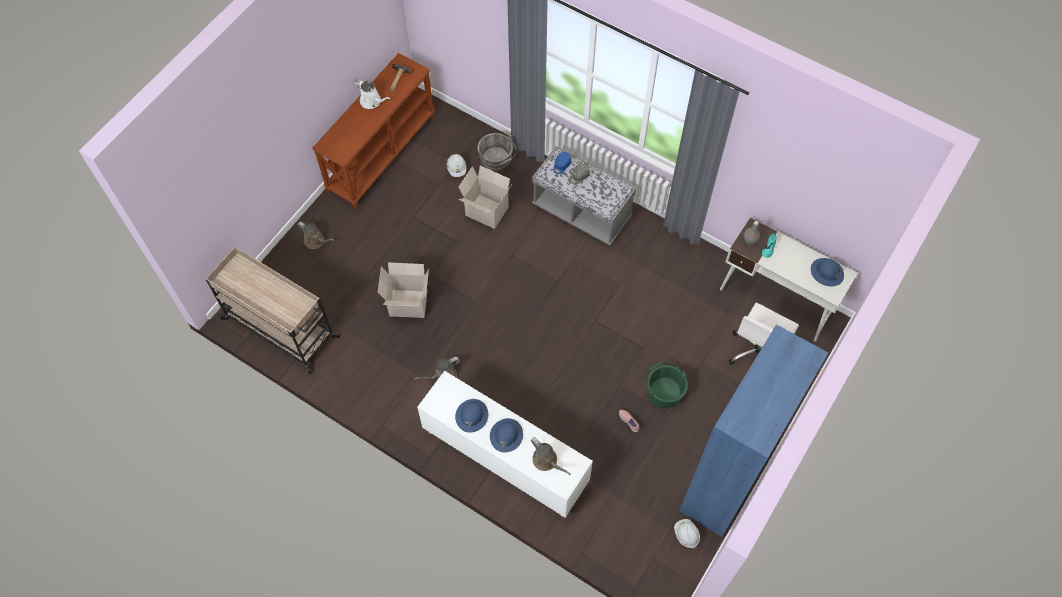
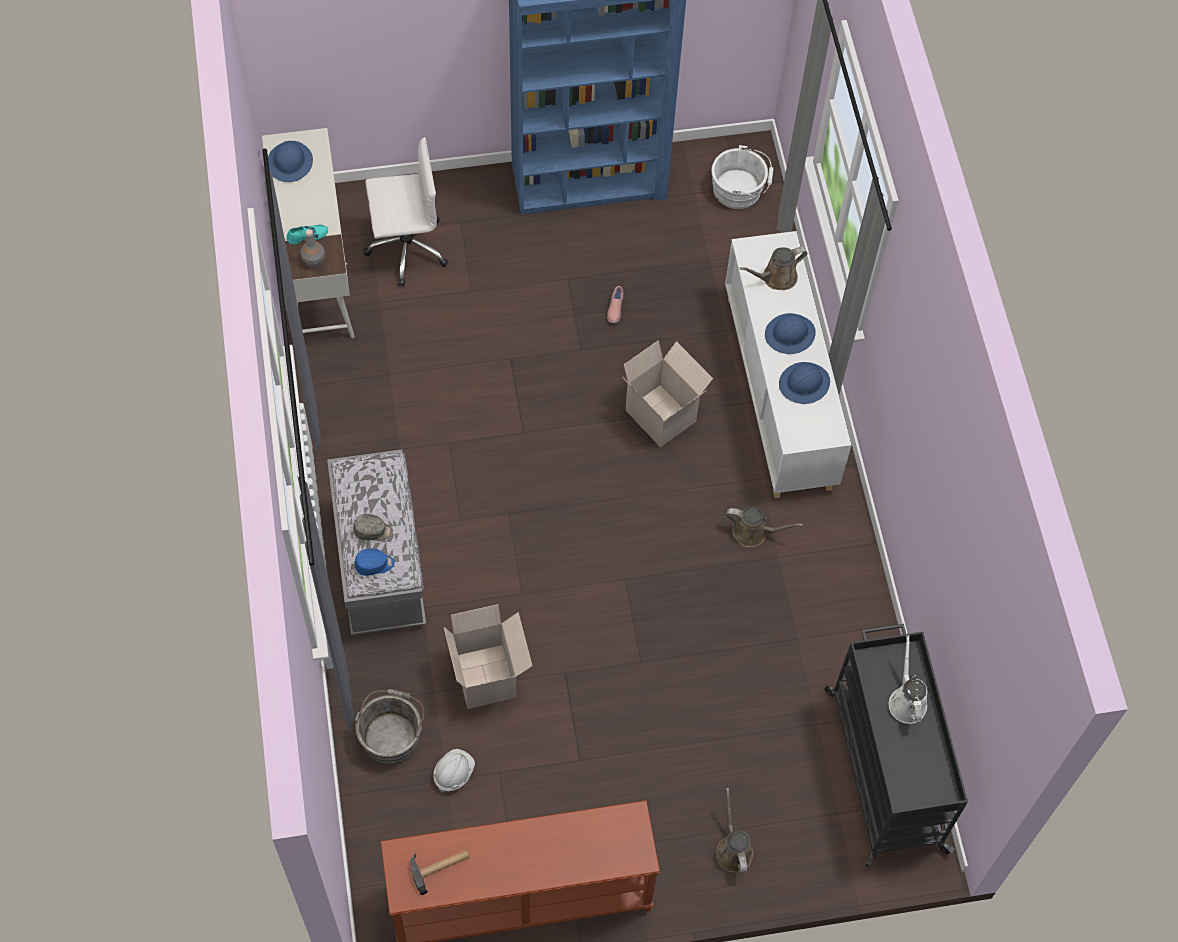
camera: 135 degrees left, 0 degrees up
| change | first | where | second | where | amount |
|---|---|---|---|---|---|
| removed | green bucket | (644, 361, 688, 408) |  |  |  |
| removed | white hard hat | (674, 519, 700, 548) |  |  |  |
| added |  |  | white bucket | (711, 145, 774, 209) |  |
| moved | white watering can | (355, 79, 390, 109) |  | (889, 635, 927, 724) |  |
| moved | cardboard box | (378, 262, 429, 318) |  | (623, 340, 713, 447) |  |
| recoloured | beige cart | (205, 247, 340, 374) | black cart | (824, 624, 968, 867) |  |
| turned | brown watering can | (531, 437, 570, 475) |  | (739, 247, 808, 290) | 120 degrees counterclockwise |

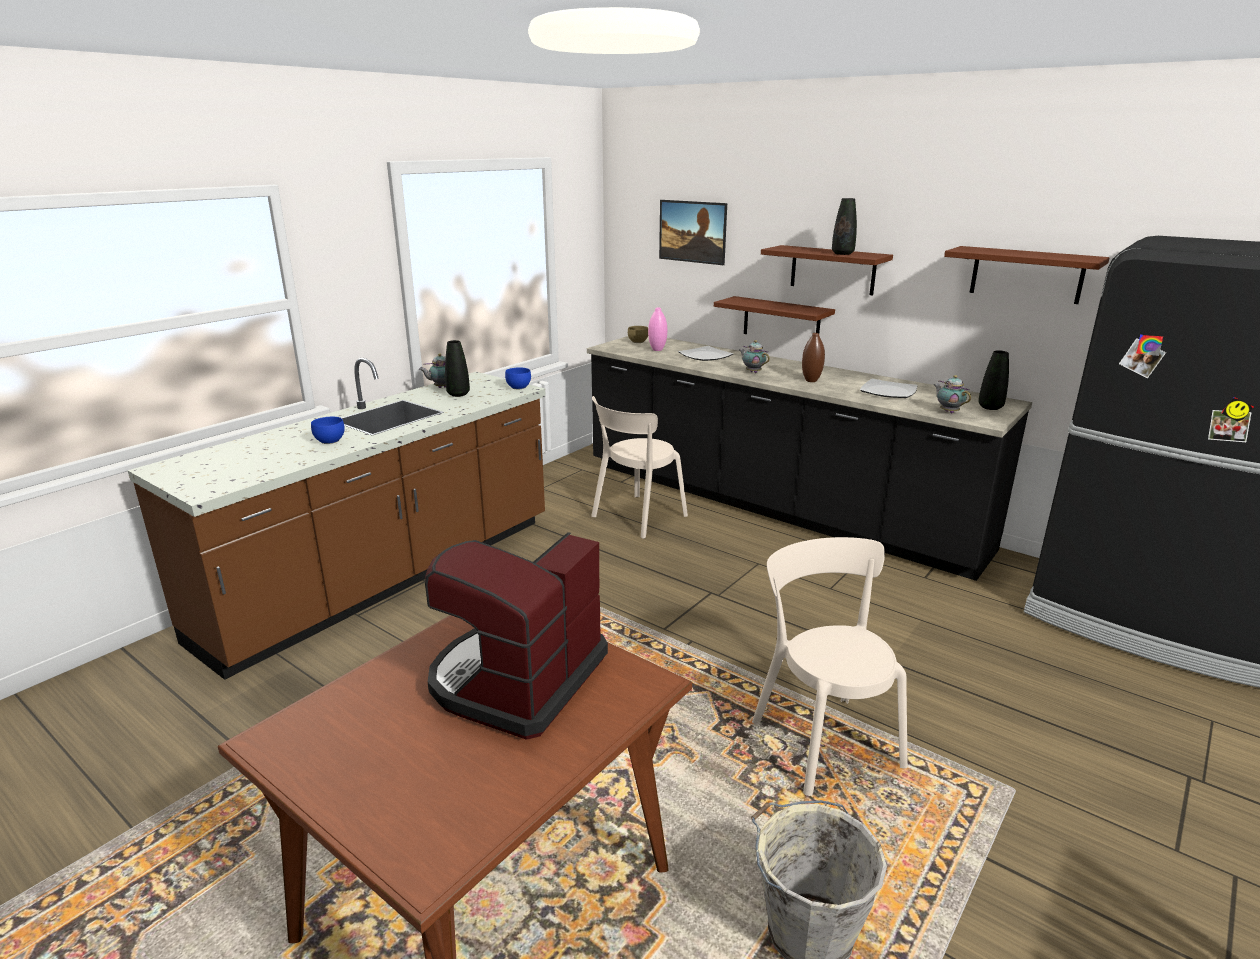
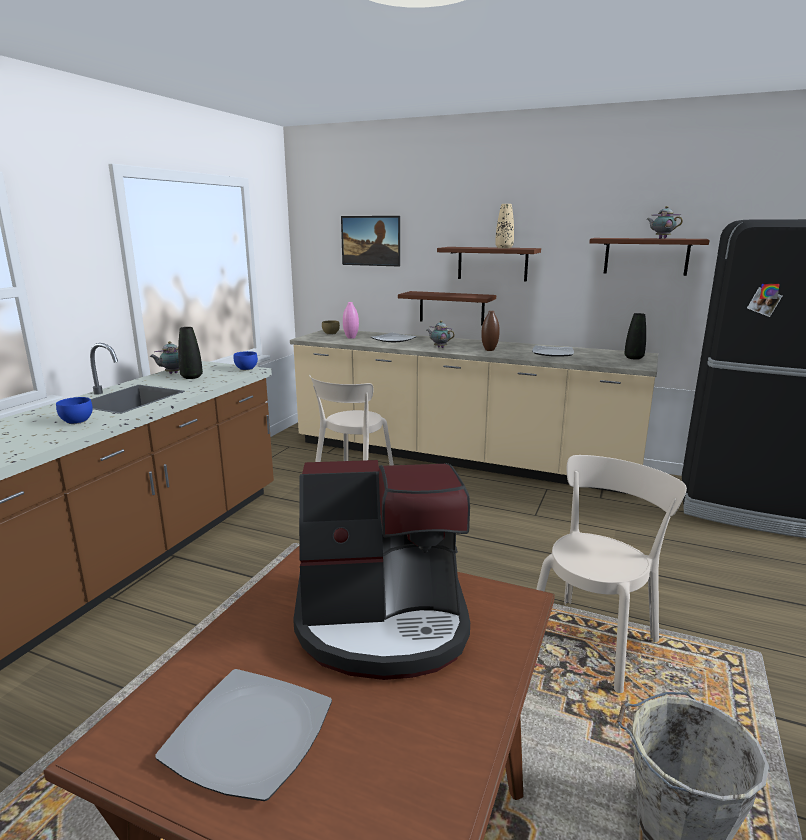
camera: 15 degrees left, 5 degrees down
| change | first | where | second | where | amount |
|---|---|---|---|---|---|
| added |  |  | plate | (155, 669, 332, 801) |  |
| moved | teapot | (933, 375, 971, 413) |  | (647, 206, 683, 239) |  |
| recoloured | black counter | (587, 336, 1032, 581) | beige counter | (290, 329, 658, 494) |  |
| recoloured | black vase | (832, 198, 857, 255) | beige vase | (495, 204, 514, 248) |  |
| turned | coffee machine | (425, 532, 608, 740) |  | (293, 460, 470, 680) | 105 degrees counterclockwise |
| turned | beige chair | (752, 537, 908, 796) |  | (536, 455, 687, 693) | 75 degrees clockwise |

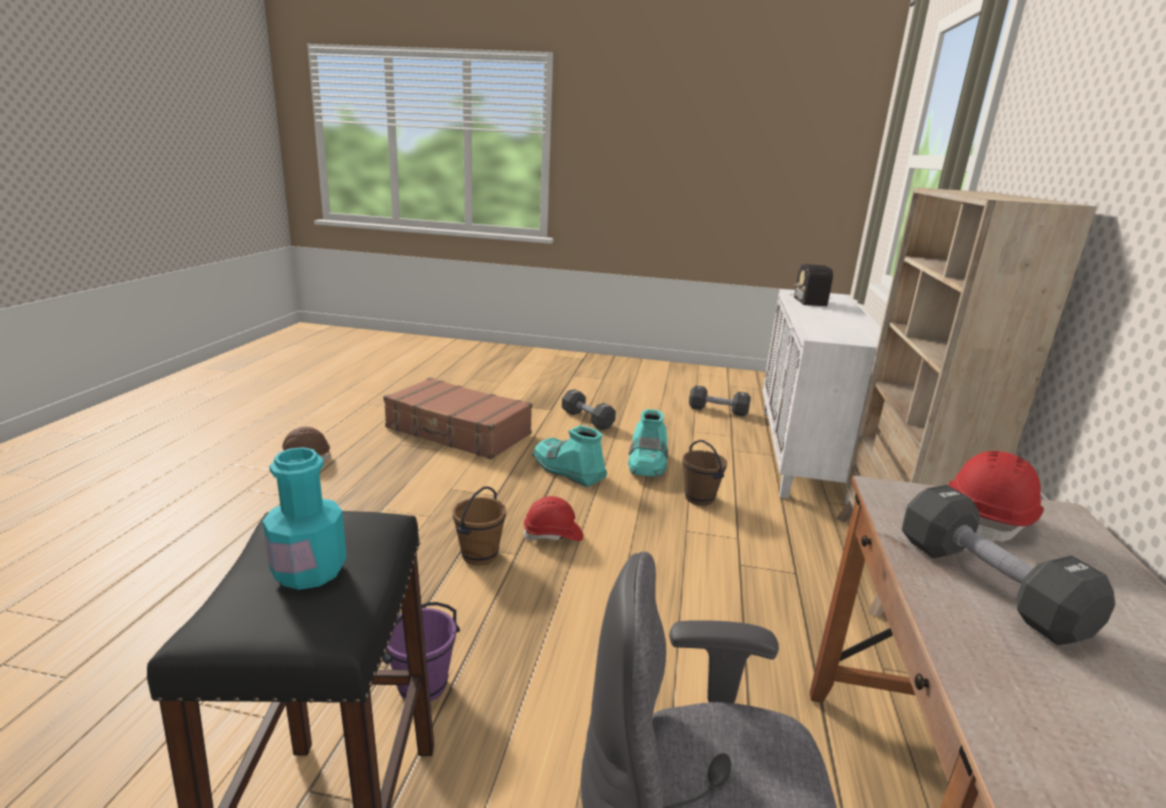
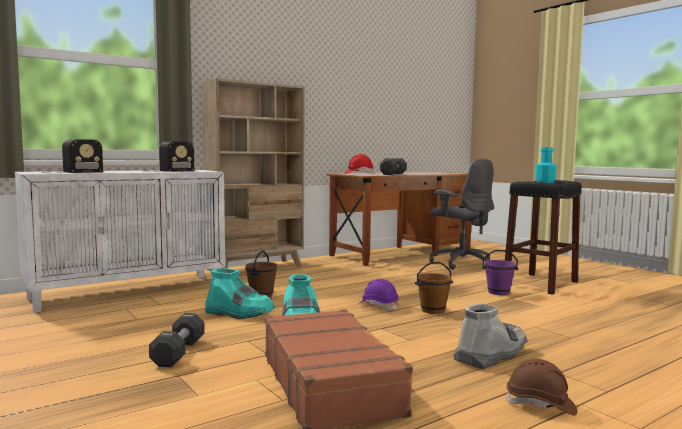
camera: 135 degrees left, 15 degrees down
| change | first | where | second | where | amount |
|---|---|---|---|---|---|
| removed | black dumbbell | (689, 385, 751, 417) |  |  |  |
| added |  |  | radio | (145, 141, 194, 172) |  |
| added |  |  | grey boot | (453, 303, 527, 369) |  |
| recoloured | red hard hat | (522, 496, 583, 541) | purple hard hat | (360, 279, 399, 310) |  |
| turned | turquoise boot | (627, 409, 668, 477) |  | (205, 268, 275, 319) | 60 degrees clockwise |

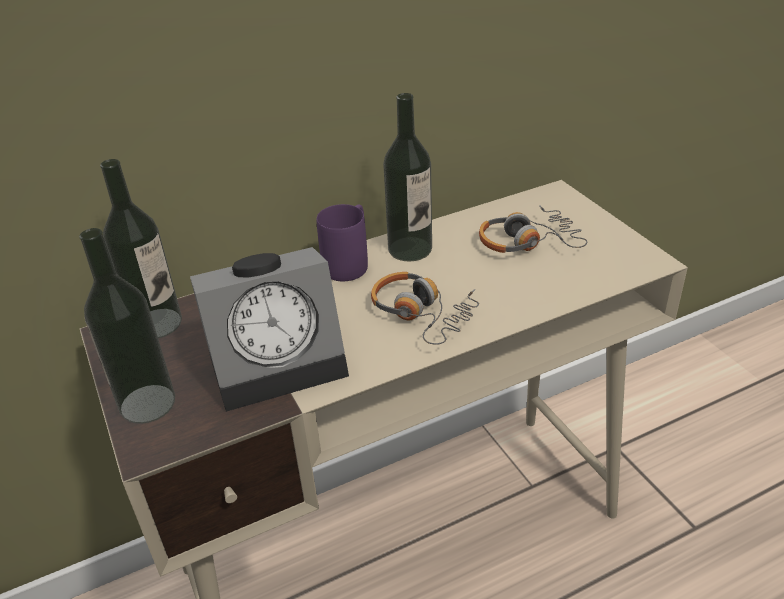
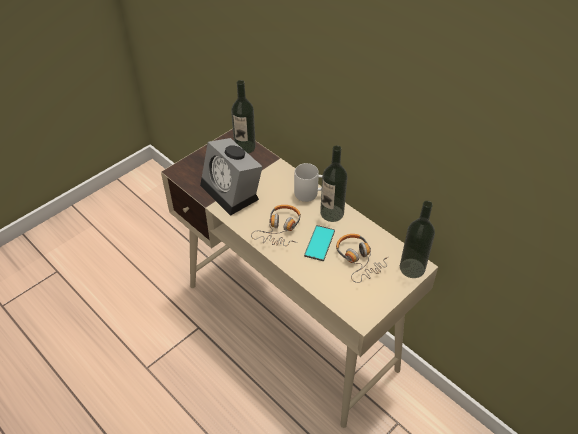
camera: 70 degrees right, 10 degrees up
| change | first | where | second | where | amount |
|---|---|---|---|---|---|
| added |  |  | phone | (304, 225, 335, 261) |  |
| moved | bottle | (79, 228, 175, 424) |  | (400, 201, 435, 278) |  |
| recoloured | purple mug | (317, 204, 368, 281) | white mug | (294, 163, 322, 202) |  |

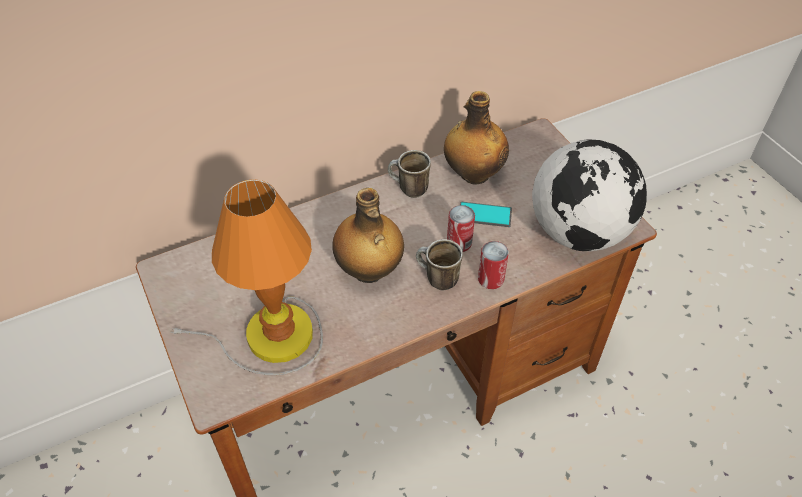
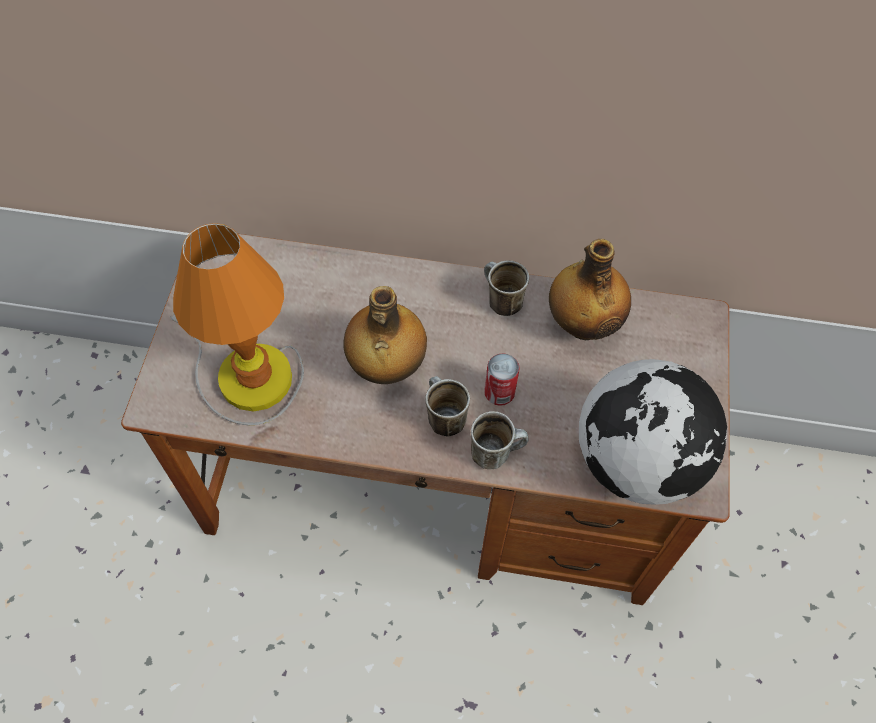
camera: 35 degrees right, 10 degrees up
| change | first | where | second | where | amount |
|---|---|---|---|---|---|
| removed | phone | (460, 202, 512, 227) |  |  |  |
| replaced | can | (478, 241, 509, 289) | mug | (471, 411, 529, 469) |  |

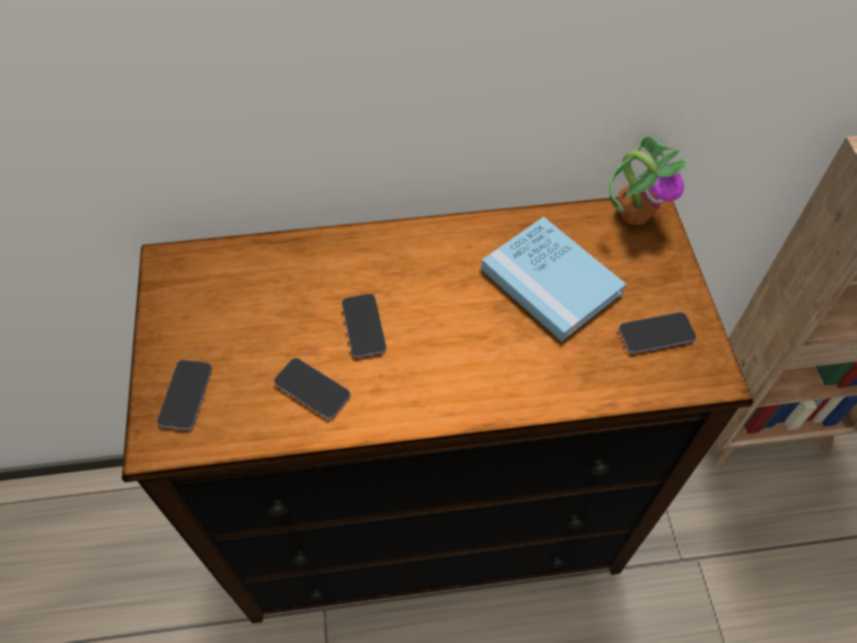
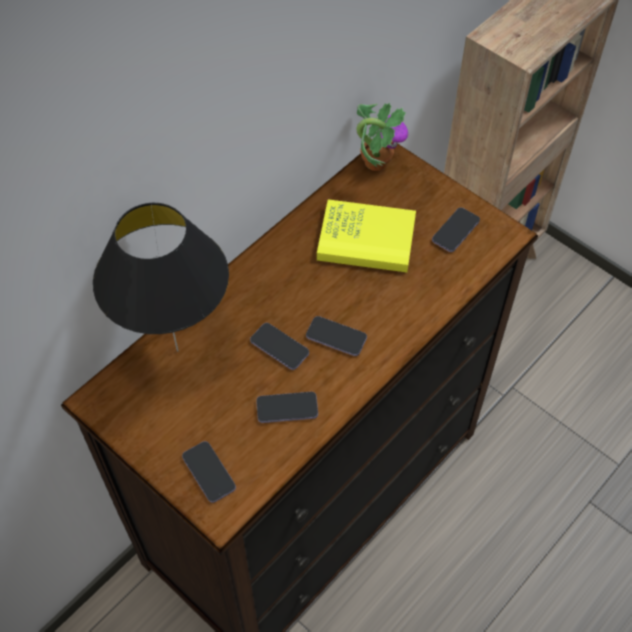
camera: 40 degrees left, 0 degrees up
| change | first | where | second | where | amount |
|---|---|---|---|---|---|
| added |  |  | black table lamp | (93, 203, 229, 352) |  |
| added |  |  | phone | (306, 316, 367, 356) |  |
| recoloured | blue book | (481, 217, 626, 341) | yellow book | (317, 199, 416, 272) |  |

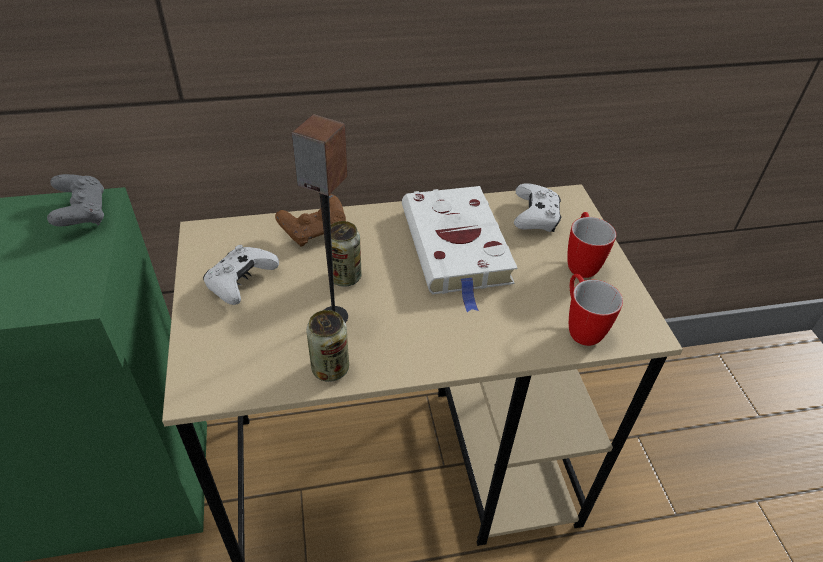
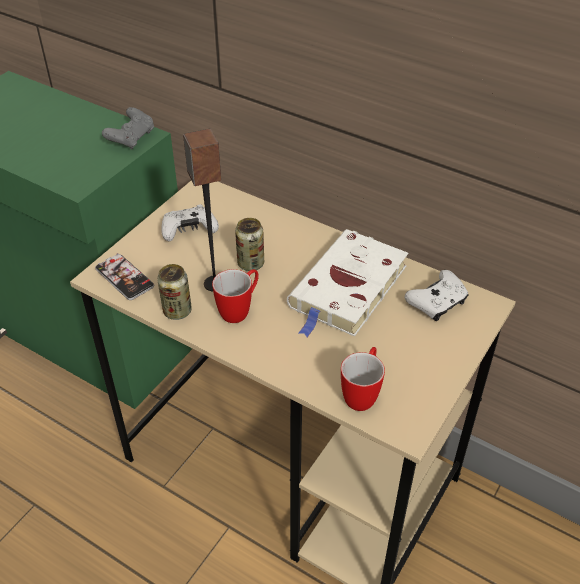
camera: 45 degrees right, 0 degrees up
| change | first | where | second | where | amount |
|---|---|---|---|---|---|
| removed | brown game controller | (275, 194, 346, 246) |  |  |  |
| added |  |  | phone | (95, 253, 154, 300) |  |
| moved | mug | (567, 212, 616, 278) |  | (212, 269, 259, 323) |  |

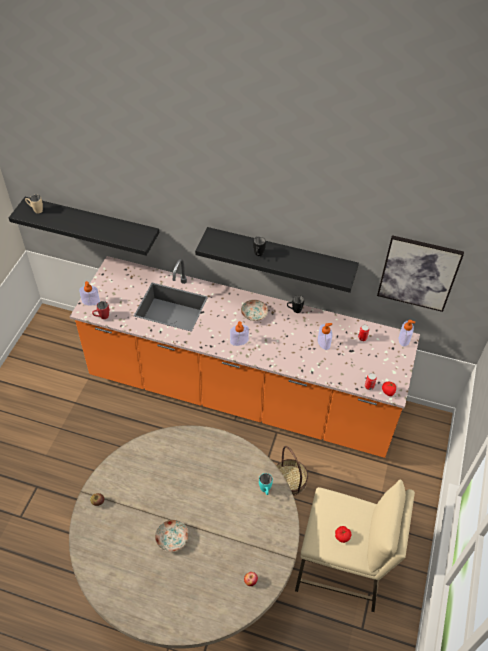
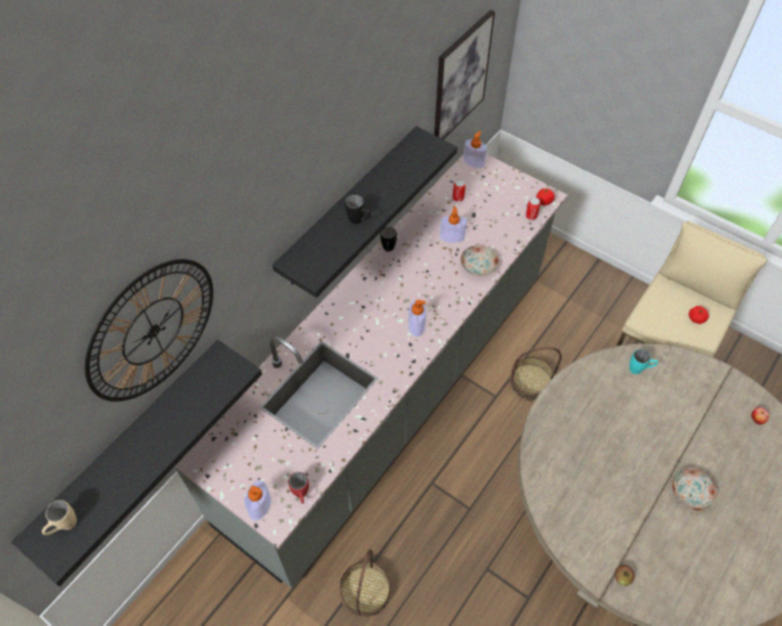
camera: 70 degrees left, 5 degrees up
| change | first | where | second | where | amount |
|---|---|---|---|---|---|
| added |  |  | wall clock | (85, 259, 213, 402) |  |
| added |  |  | basket | (340, 549, 391, 618) |  |
| moved | plate | (241, 300, 268, 321) |  | (460, 245, 499, 276) |  |
| recoloured | orange counter | (70, 256, 420, 458) | grey counter | (174, 154, 568, 589) |  |

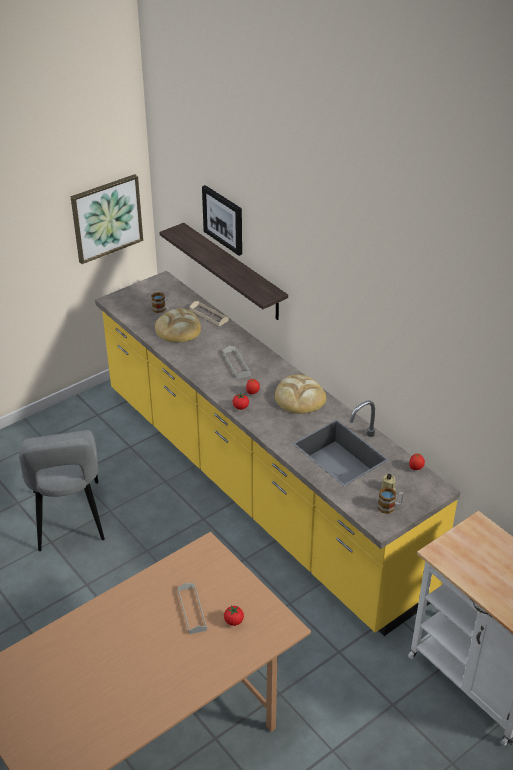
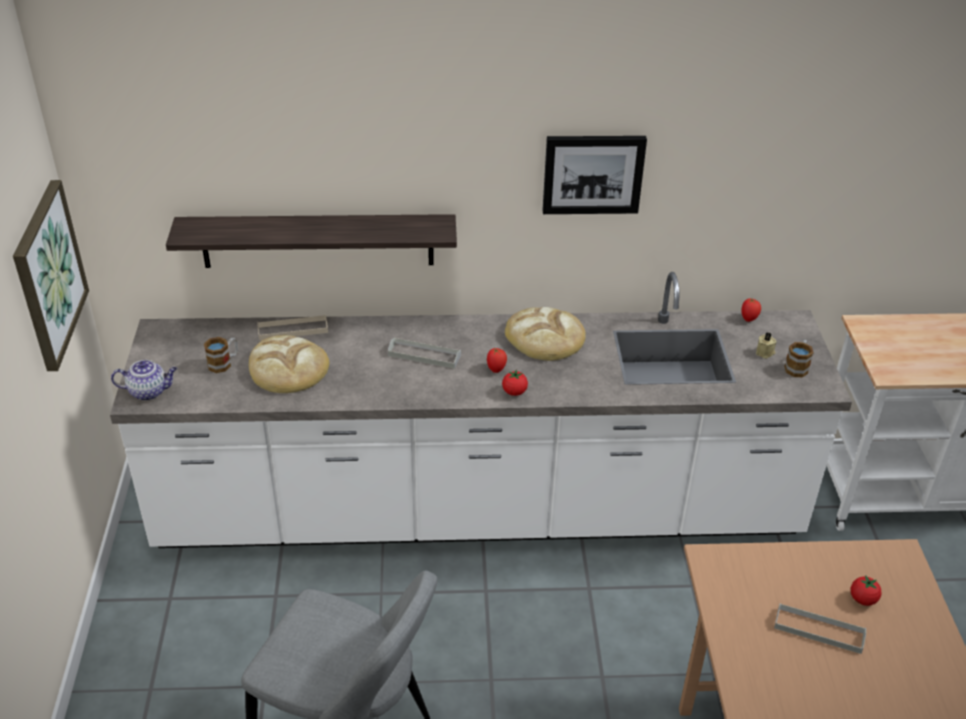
camera: 55 degrees left, 0 degrees up
| change | first | where | second | where | amount |
|---|---|---|---|---|---|
| added |  |  | teapot | (111, 360, 177, 401) |  |
| moved | picture | (202, 185, 242, 256) |  | (542, 136, 647, 214) |  |
| recoloured | yellow counter | (95, 270, 460, 636) | white counter | (110, 272, 852, 548) |  |

